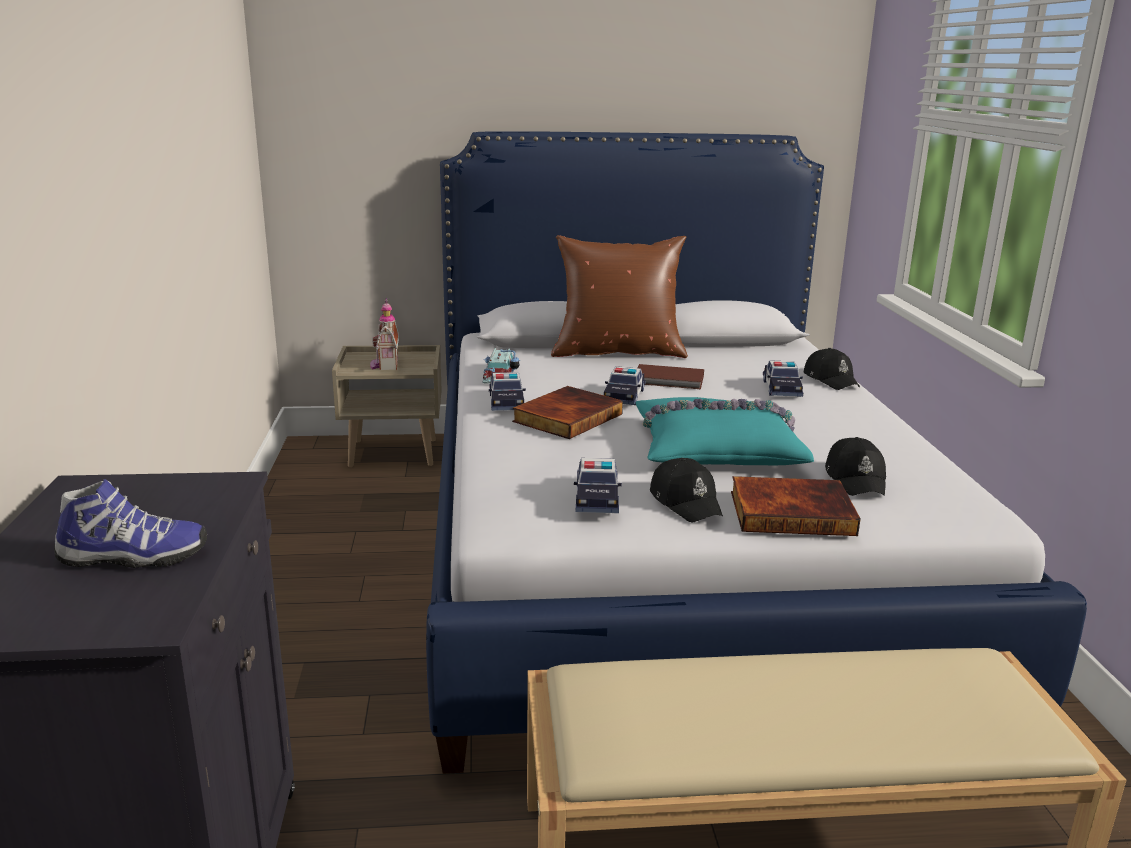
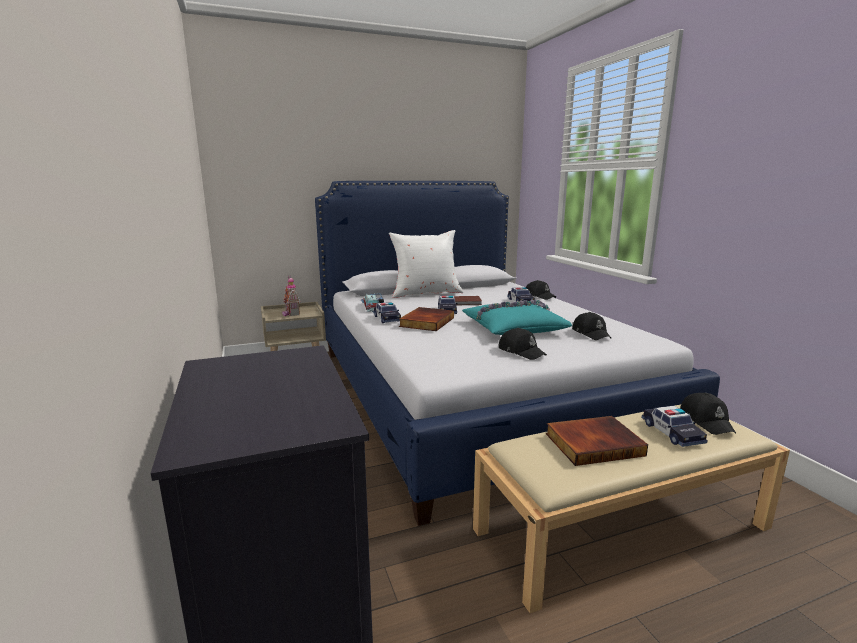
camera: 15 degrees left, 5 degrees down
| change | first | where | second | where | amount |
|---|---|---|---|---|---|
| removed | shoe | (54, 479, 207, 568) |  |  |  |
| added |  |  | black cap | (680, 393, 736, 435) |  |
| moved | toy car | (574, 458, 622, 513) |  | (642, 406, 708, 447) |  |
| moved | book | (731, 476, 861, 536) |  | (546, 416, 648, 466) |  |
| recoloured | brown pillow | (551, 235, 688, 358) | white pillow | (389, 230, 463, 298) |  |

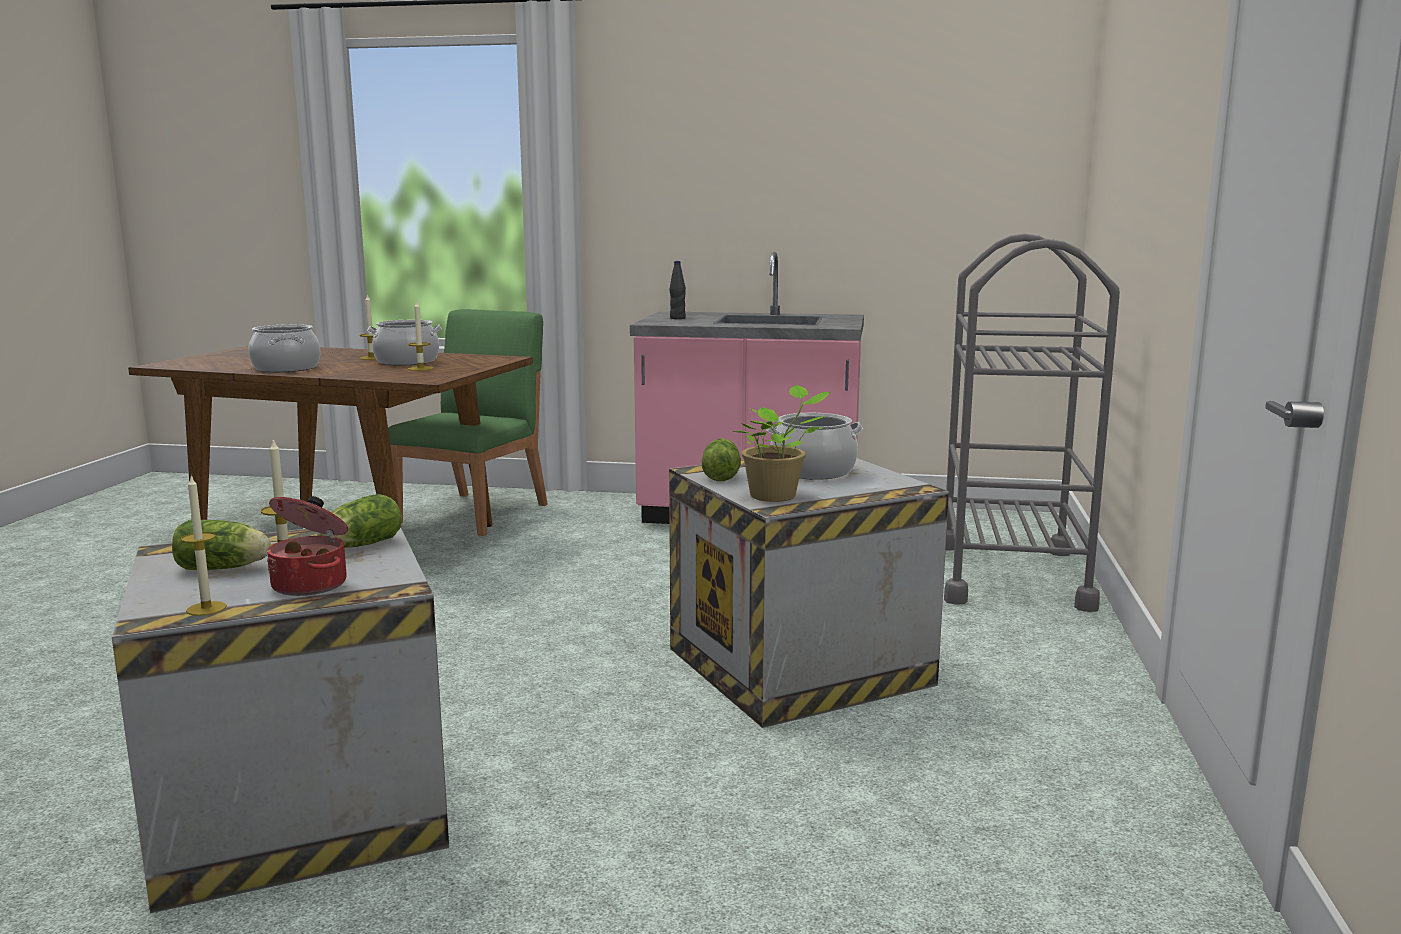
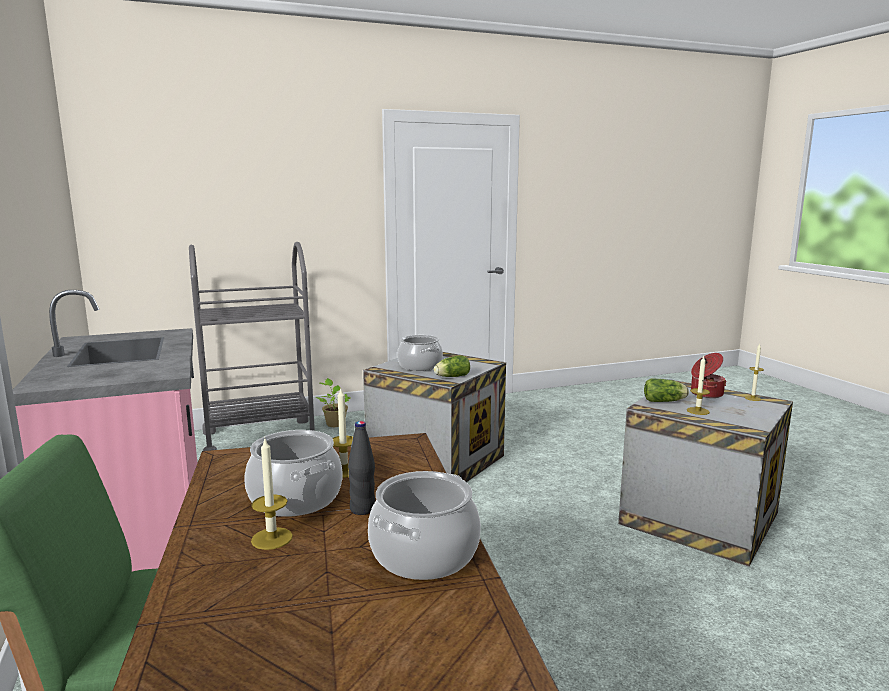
camera: 120 degrees left, 0 degrees up
| change | first | where | second | where | amount |
|---|---|---|---|---|---|
| removed | lettuce | (172, 520, 271, 570) |  |  |  |
| moved | black bottle | (670, 261, 686, 319) |  | (348, 421, 375, 515) |  |
| moved | potted plant | (732, 385, 830, 502) |  | (316, 378, 351, 427) |  |

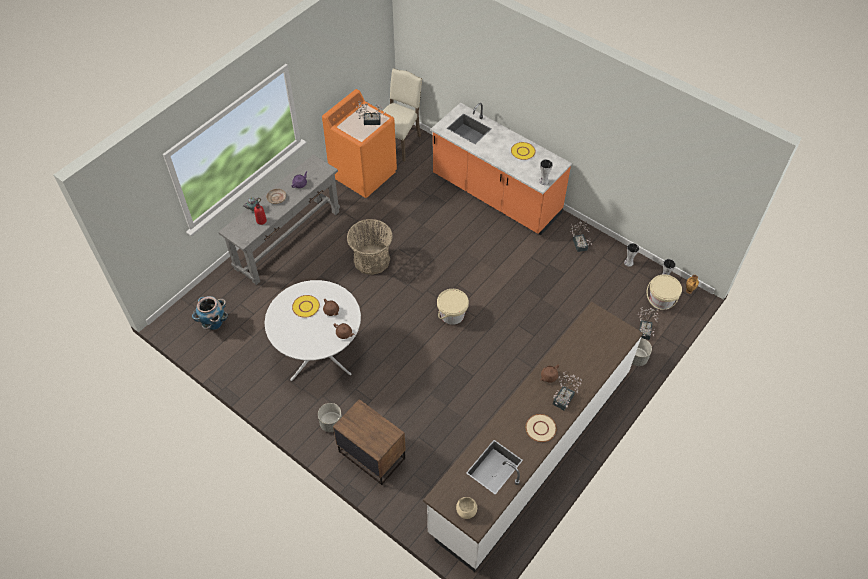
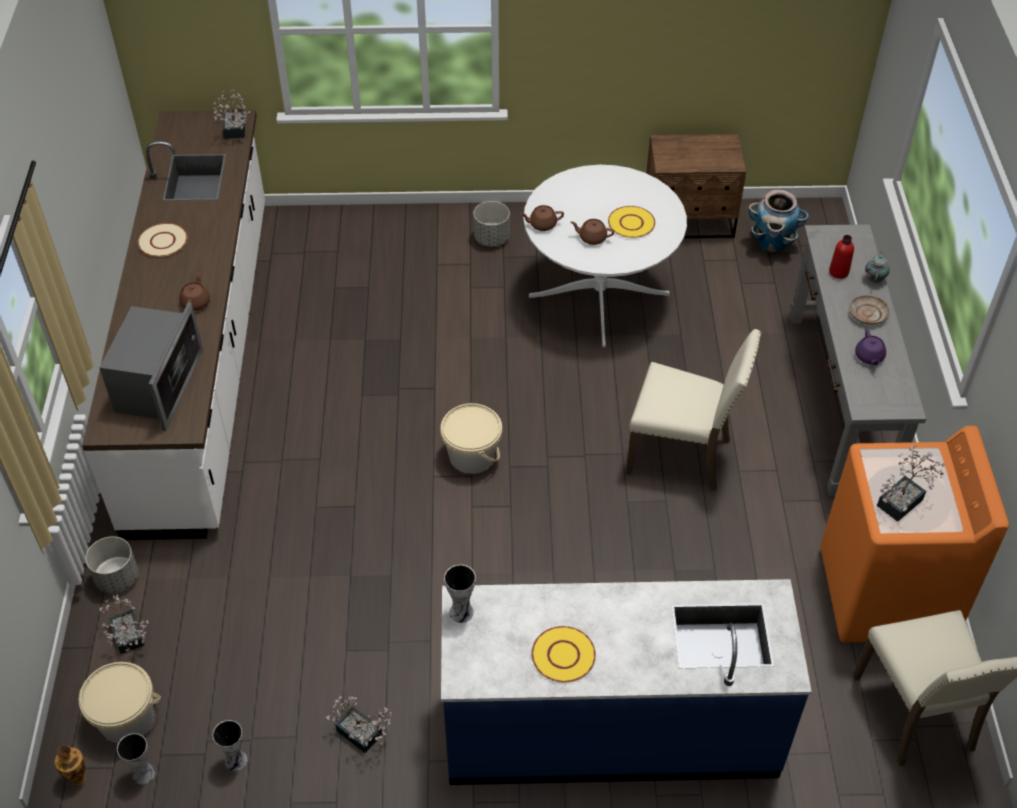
camera: 140 degrees right, 5 degrees down
| change | first | where | second | where | amount |
|---|---|---|---|---|---|
| removed | beige bowl | (456, 497, 477, 519) |  |  |  |
| added |  |  | microwave | (99, 303, 203, 431) |  |
| moved | brown nightstand | (333, 399, 406, 485) |  | (647, 134, 746, 238) |  |
| moved | potted plant | (553, 371, 582, 410) |  | (213, 89, 250, 139) |  |
| replaced | basket | (347, 219, 393, 275) | beige chair | (626, 329, 762, 491) |  |
| recoloured | orange counter | (430, 103, 572, 235) | blue counter | (441, 579, 812, 785) |  |

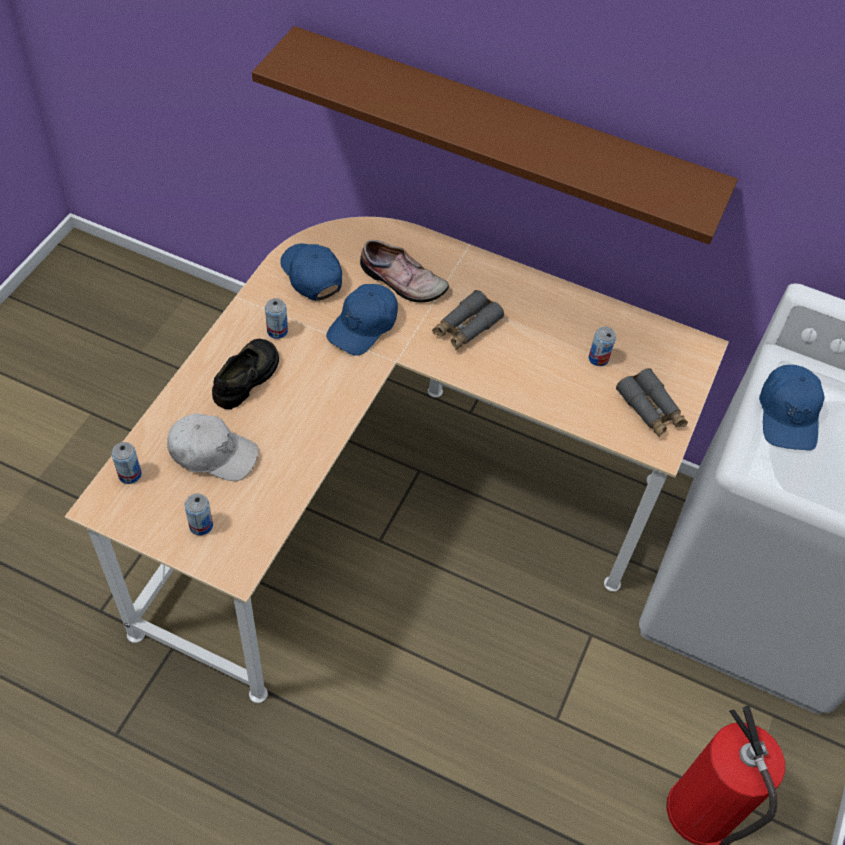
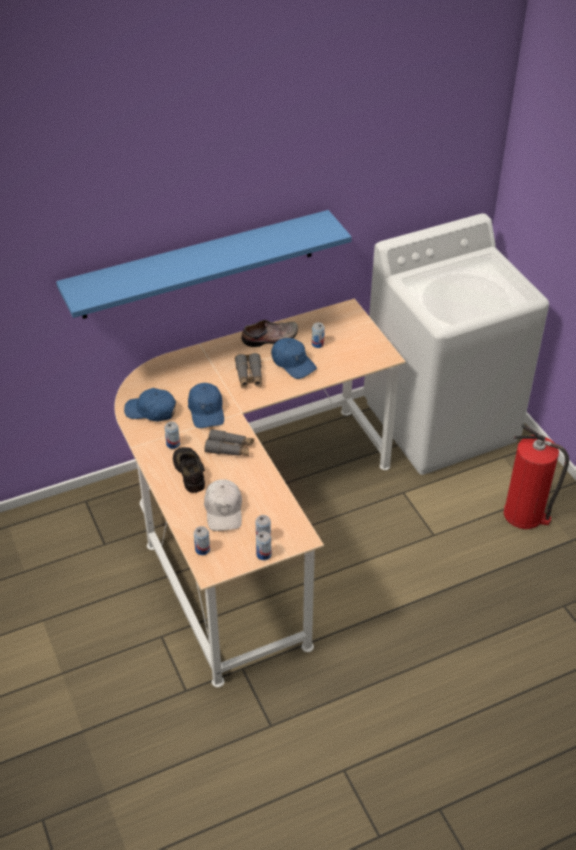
camera: 45 degrees left, 10 degrees down
| change | first | where | second | where | amount |
|---|---|---|---|---|---|
| added |  |  | can | (256, 531, 271, 560) |  |
| moved | shoe | (360, 240, 449, 302) |  | (241, 320, 298, 347) |  |
| moved | grey binoculars | (616, 368, 688, 438) |  | (204, 429, 254, 456) |  |
| moved | blue cap | (759, 365, 824, 450) |  | (271, 338, 317, 379) |  |
| recoloured | brown shelf | (252, 26, 738, 245) | blue shelf | (56, 210, 352, 319) |  |
| turned | white cap | (167, 413, 258, 481) |  | (204, 479, 242, 531) | 120 degrees clockwise |

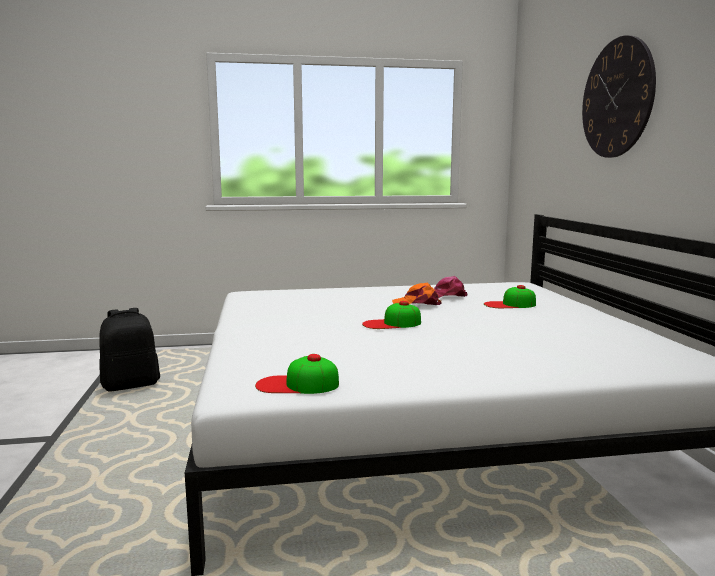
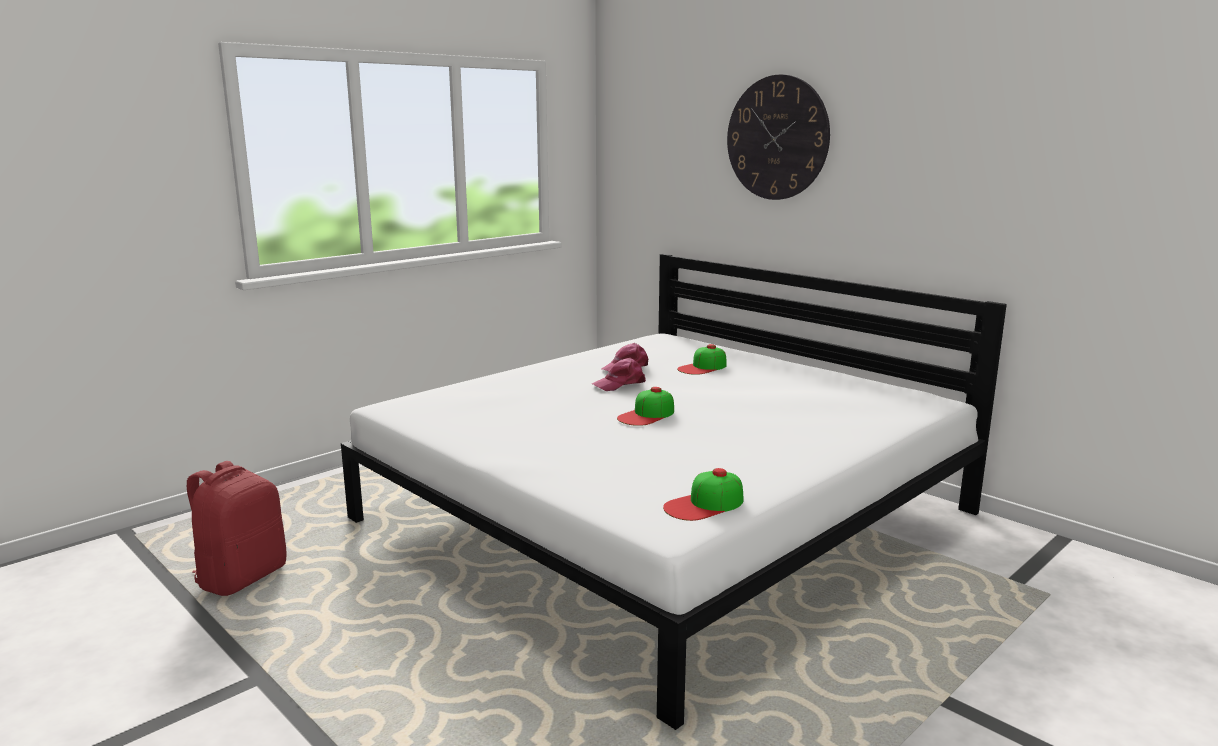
camera: 35 degrees left, 5 degrees up
| change | first | where | second | where | amount |
|---|---|---|---|---|---|
| recoloured | black backpack | (99, 308, 160, 391) | red backpack | (187, 461, 286, 596) |  |
| recoloured | orange cap | (392, 283, 441, 305) | pink cap | (592, 358, 646, 391) |  |

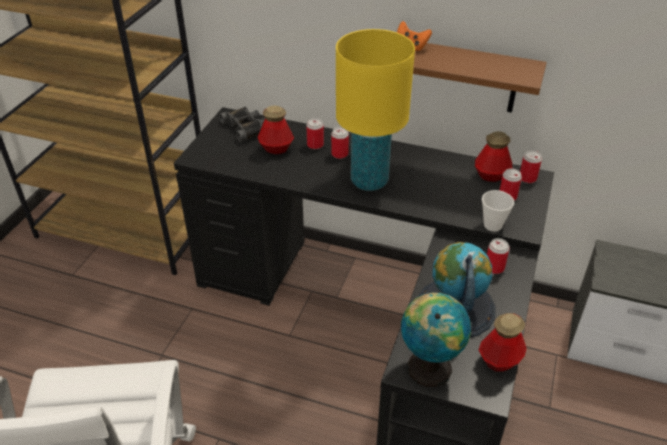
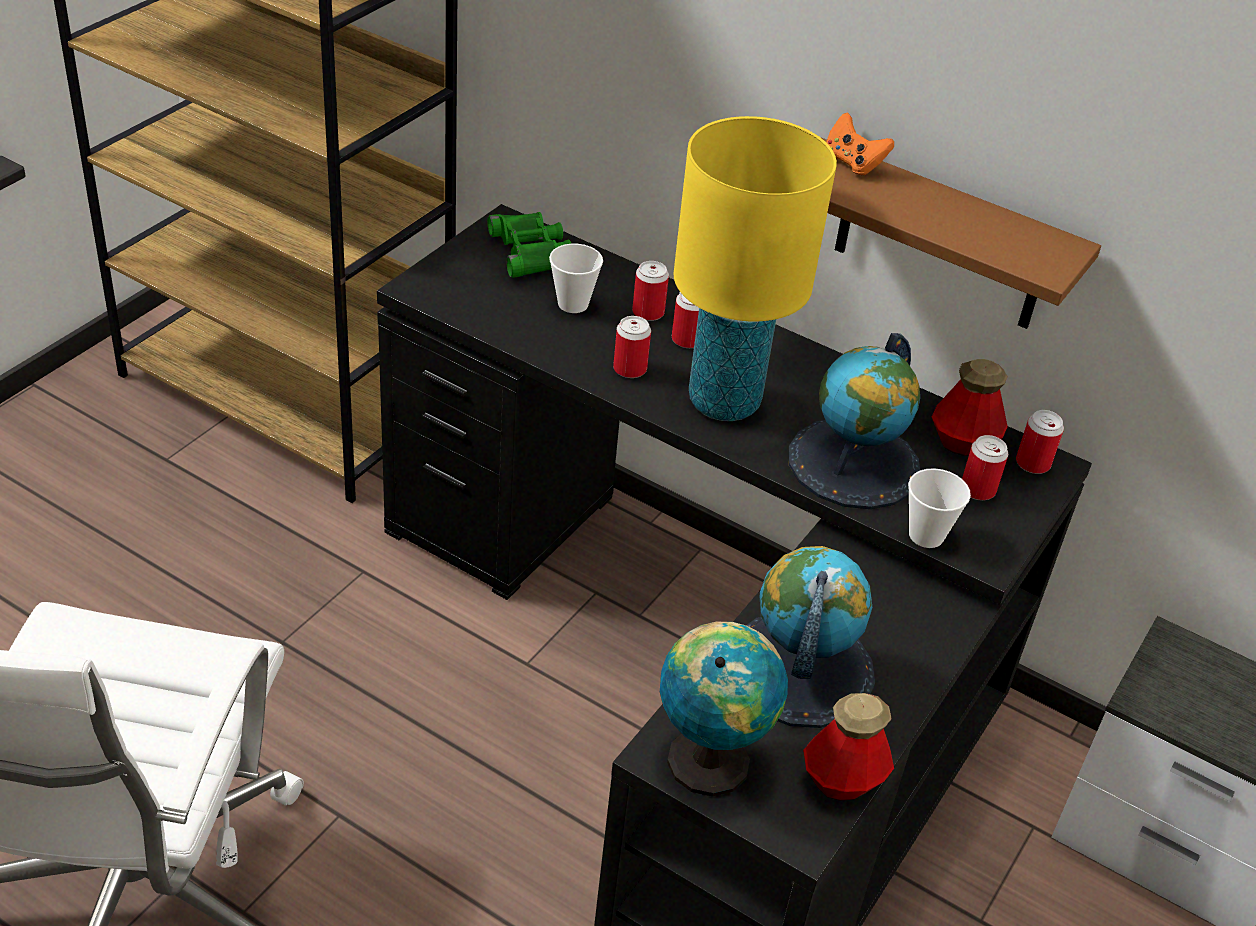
camera: 10 degrees right, 0 degrees up
| change | first | where | second | where | amount |
|---|---|---|---|---|---|
| added |  |  | globe | (788, 333, 920, 509) |  |
| moved | can | (487, 238, 509, 274) |  | (613, 316, 651, 378) |  |
| replaced | bottle | (258, 106, 294, 154) | cup | (549, 244, 603, 313) |  |
| recoloured | black binoculars | (219, 107, 265, 142) | green binoculars | (487, 212, 571, 278) |  |

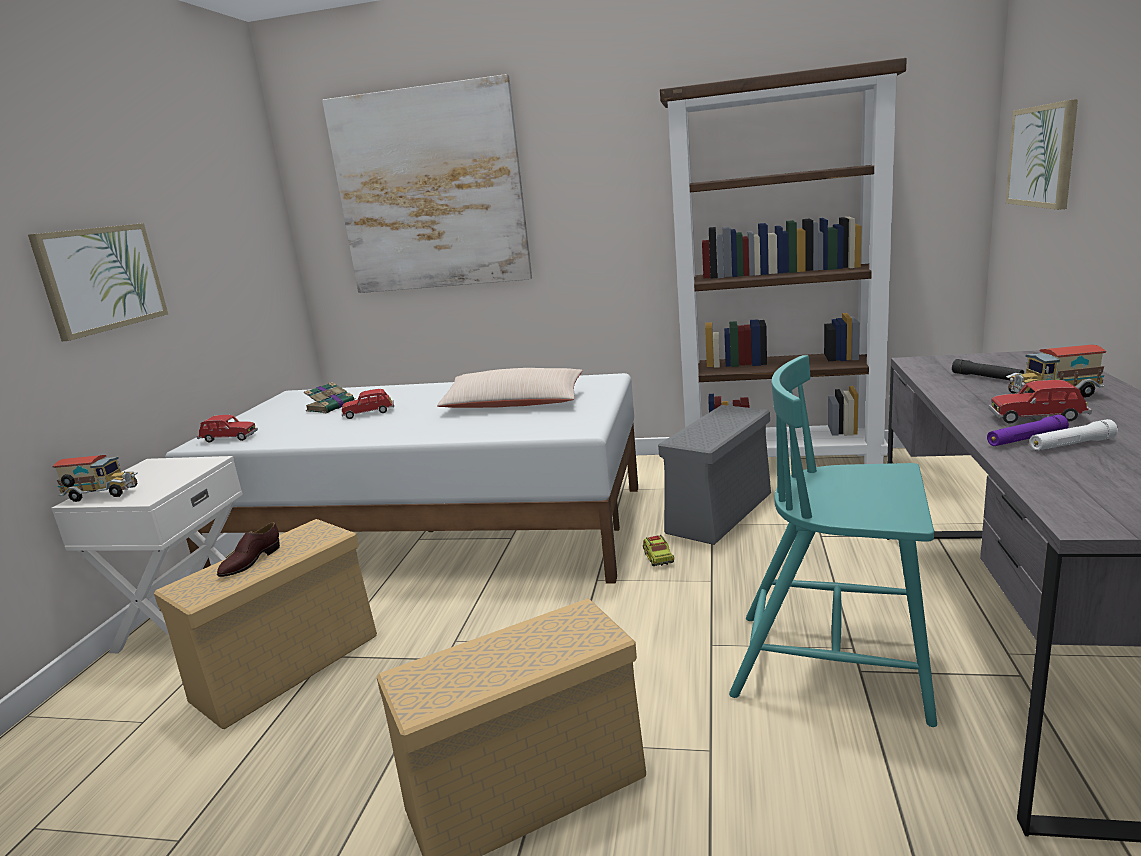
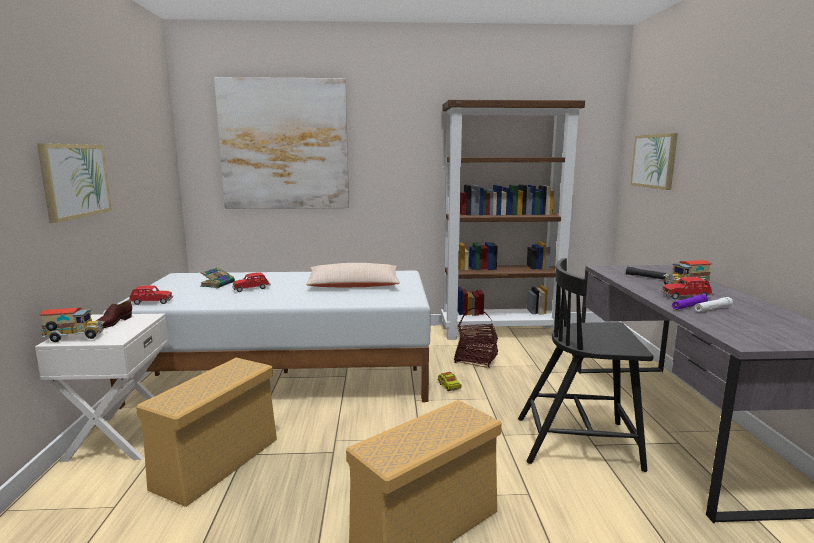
camera: 15 degrees left, 5 degrees down
| change | first | where | second | where | amount |
|---|---|---|---|---|---|
| moved | brown shoe | (217, 522, 280, 577) |  | (96, 300, 132, 328) |  |
| replaced | grey storage box | (658, 405, 771, 545) | basket | (454, 308, 498, 368) |  |
| recoloured | turquoise chair | (729, 355, 937, 727) | black chair | (518, 258, 654, 472) |  |

